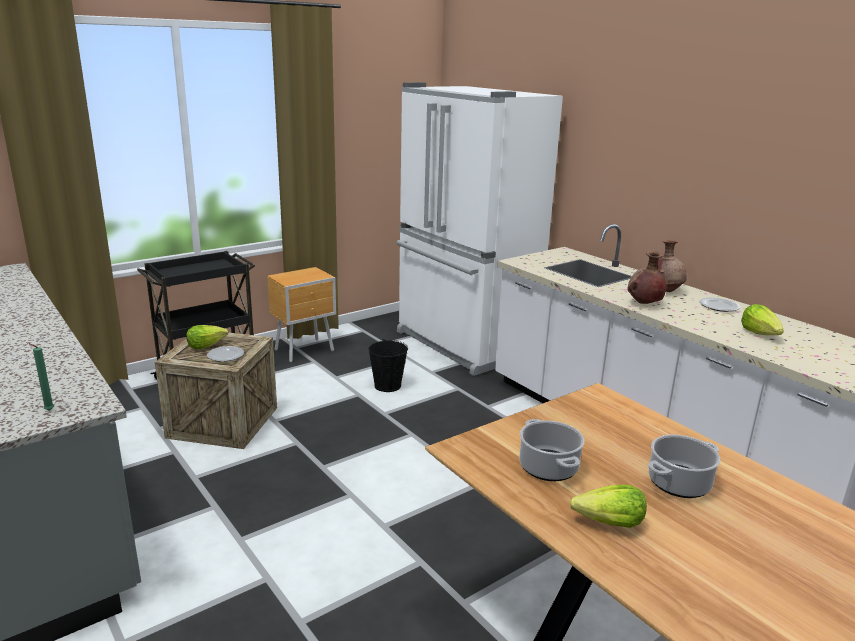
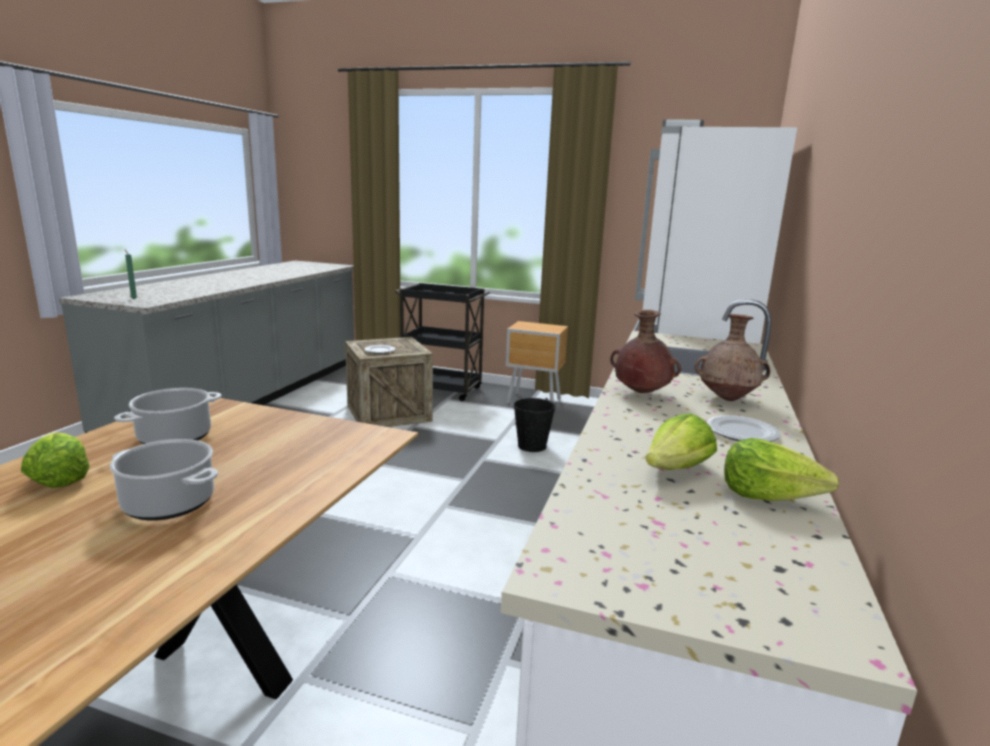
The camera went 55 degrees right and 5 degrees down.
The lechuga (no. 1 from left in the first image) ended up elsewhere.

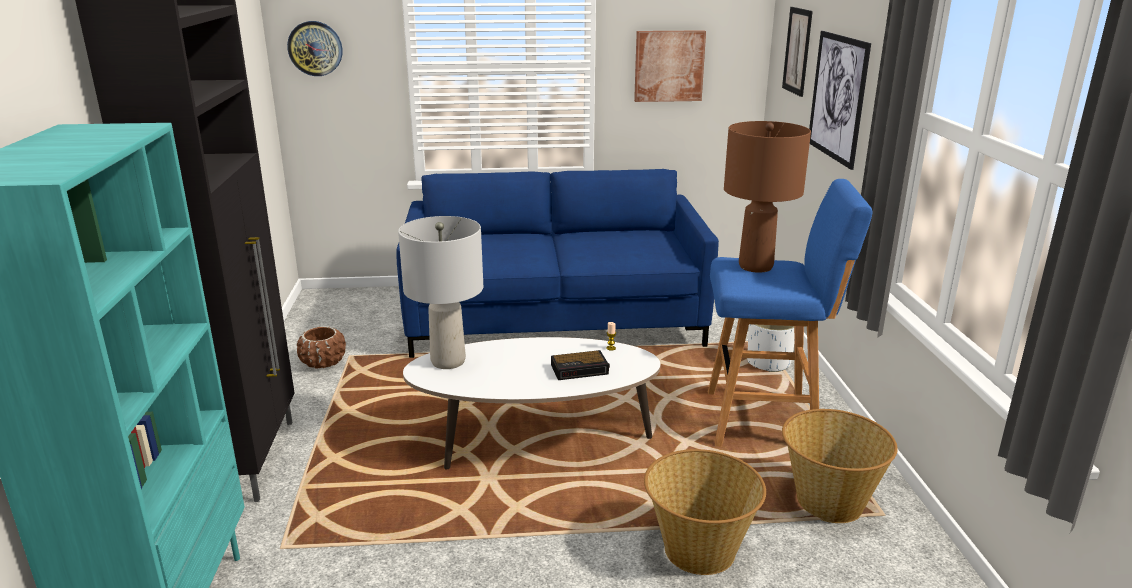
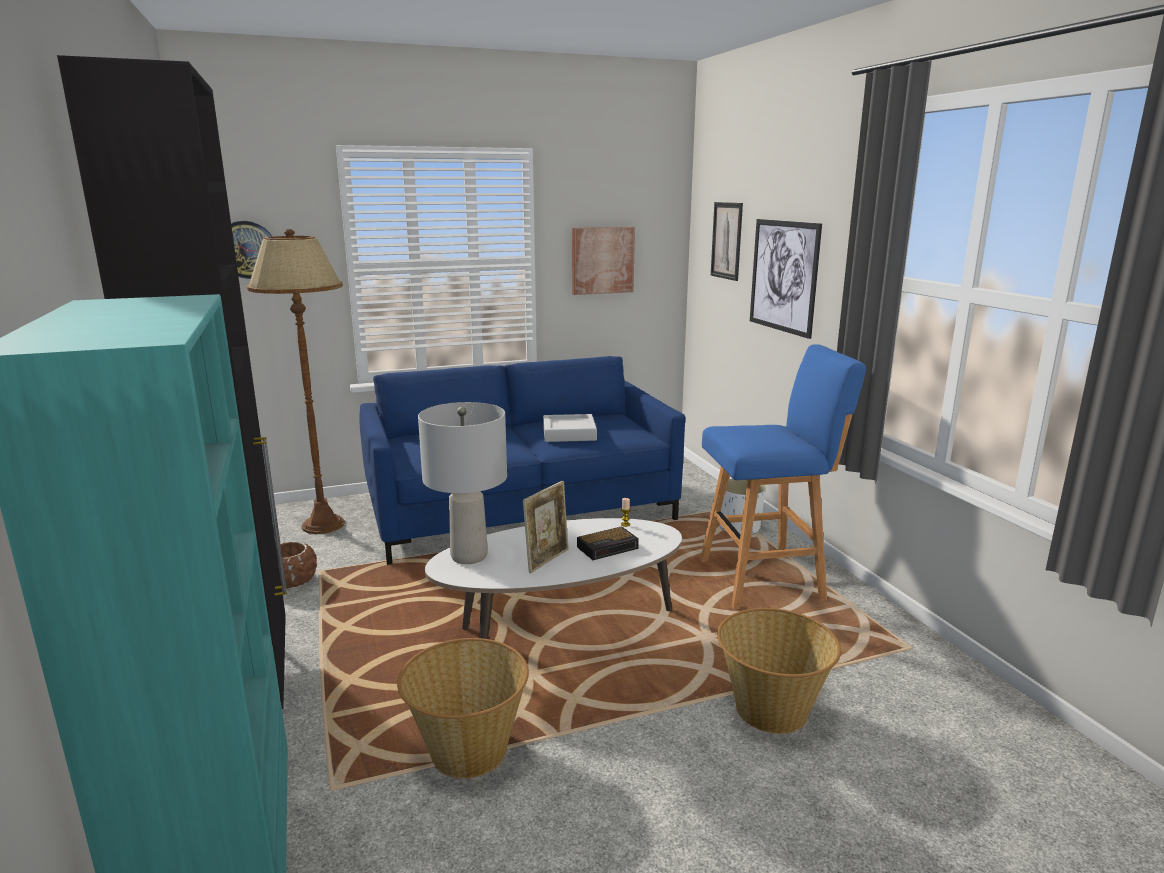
The camera went 15 degrees left and 5 degrees down.
The second view lost the lámpara de mesa [marrón].
The second view gained the lámpara de pie [marrón].
The second view gained the portarretratos.
The second view gained the bandeja [gris].
The cesta (no. 2 from left in the first image) ended up elsewhere.

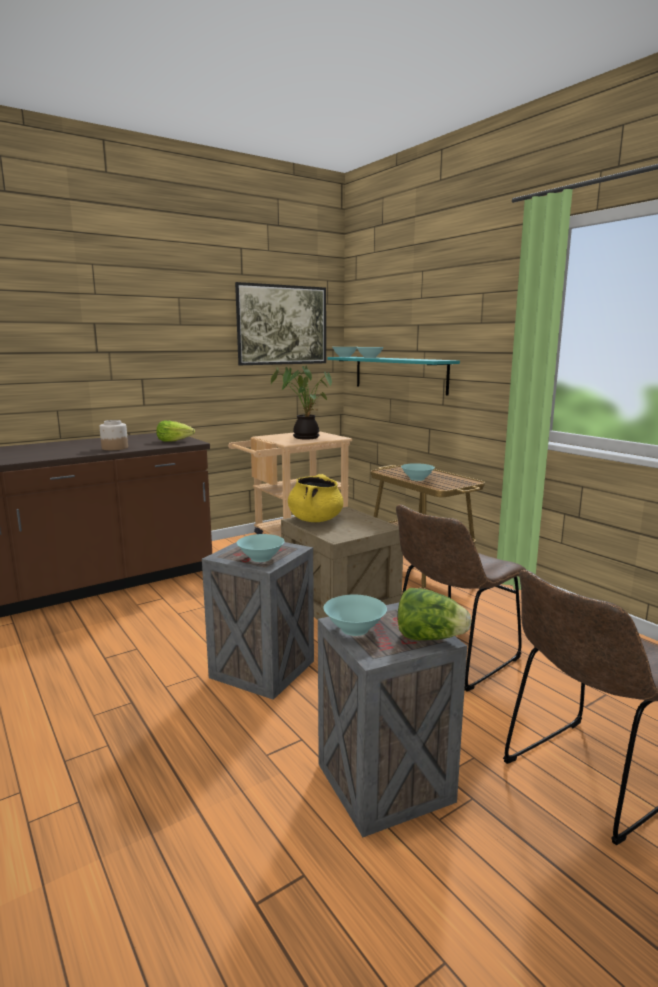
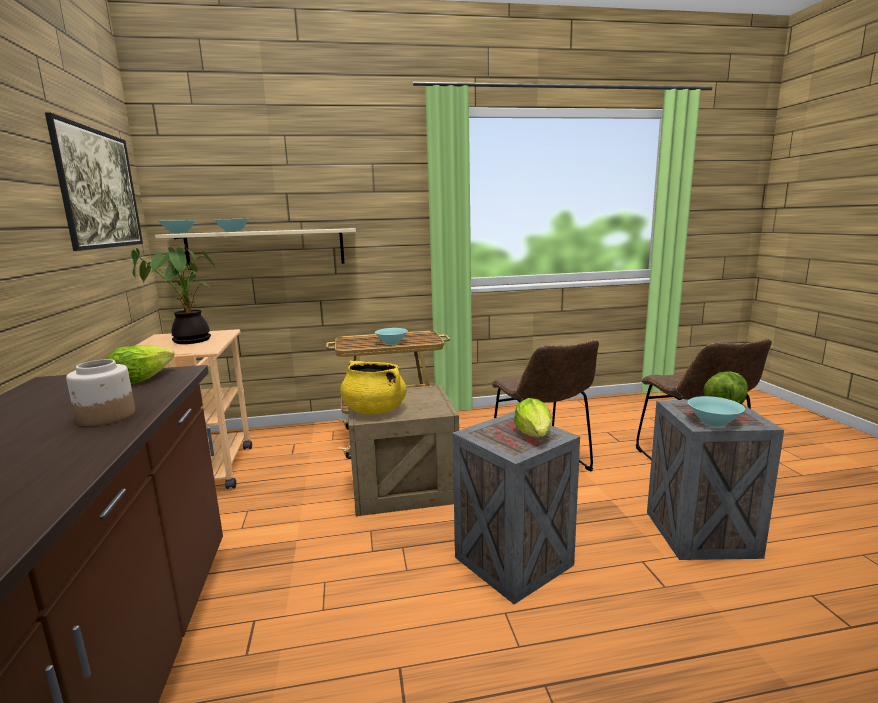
The camera went 65 degrees left and 0 degrees up.
Where the cuenco [turquesa] (no. 1 from left) stood, the lechuga (no. 2 from left) came to stand.
What was the estante [turquesa] turned into the estante [beis].

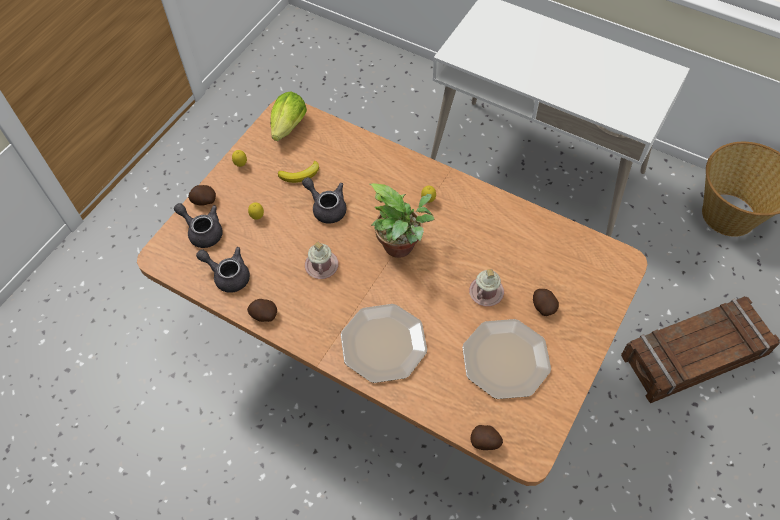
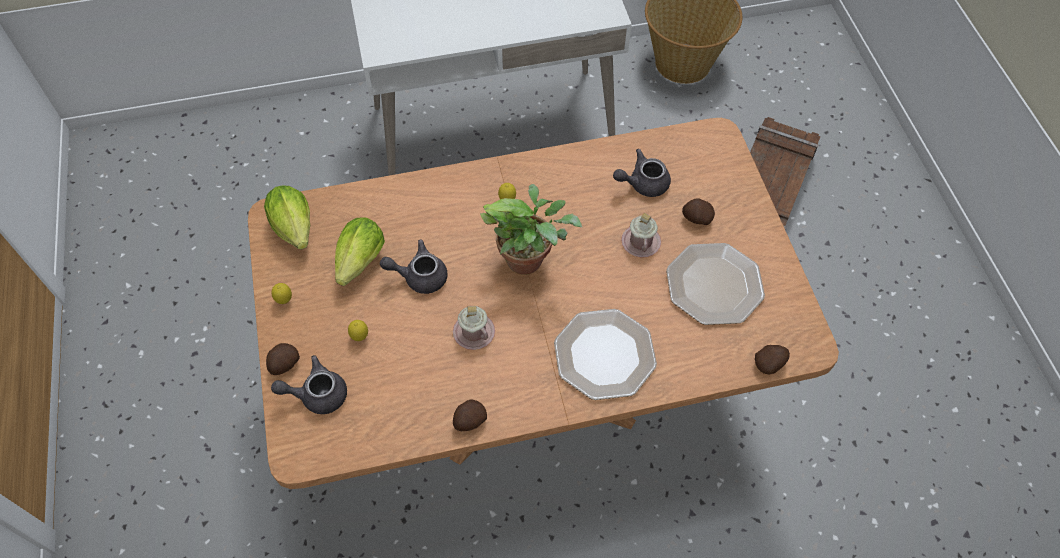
The camera went 45 degrees left and 0 degrees up.
The tetera [gris] (no. 2 from left in the first image) ended up elsewhere.
Where the plátano stood, the lechuga (no. 2 from left) came to stand.

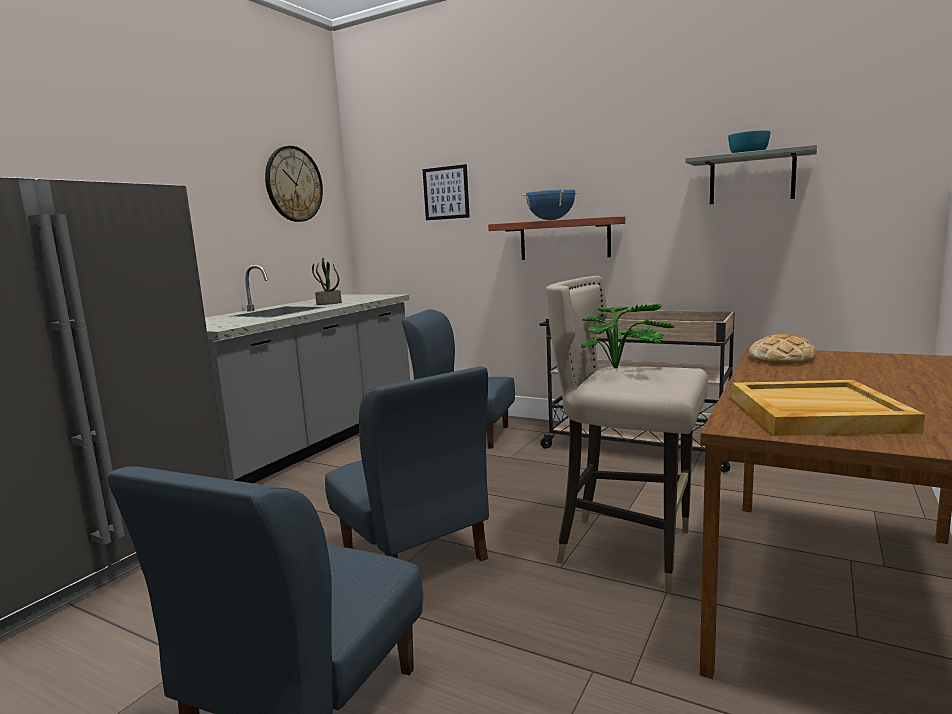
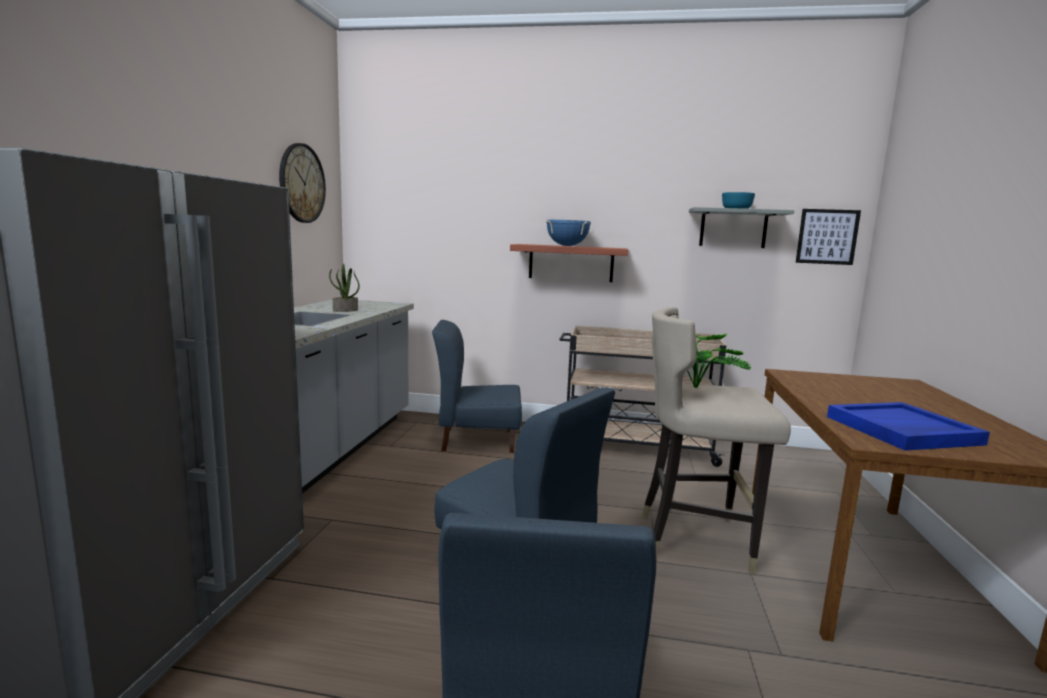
The camera went 20 degrees left and 0 degrees up.
The second view lost the pan.
The cuadro ended up elsewhere.
What was the bandeja [beis] turned into the bandeja [azul].

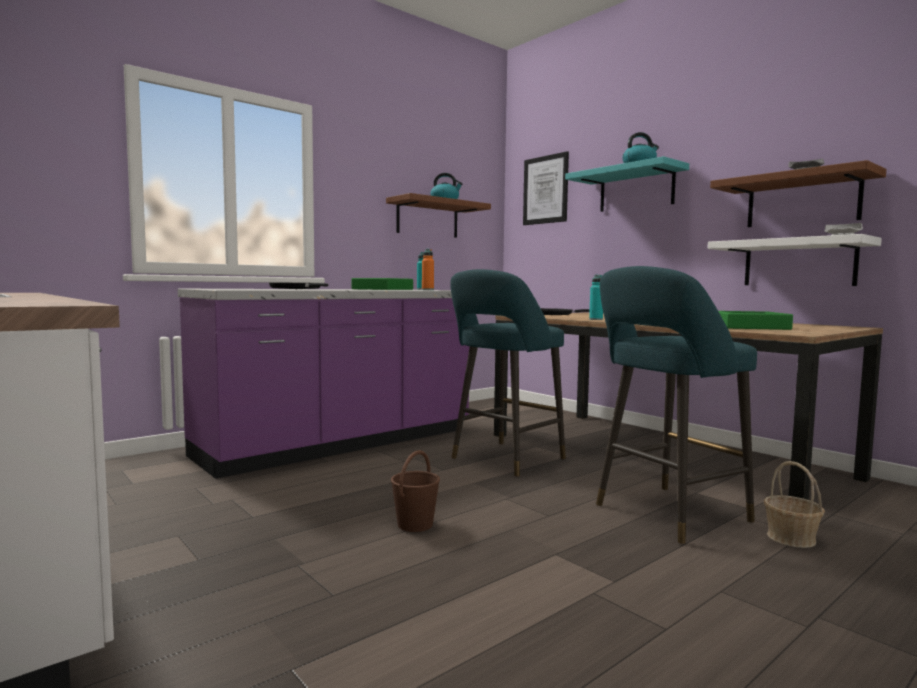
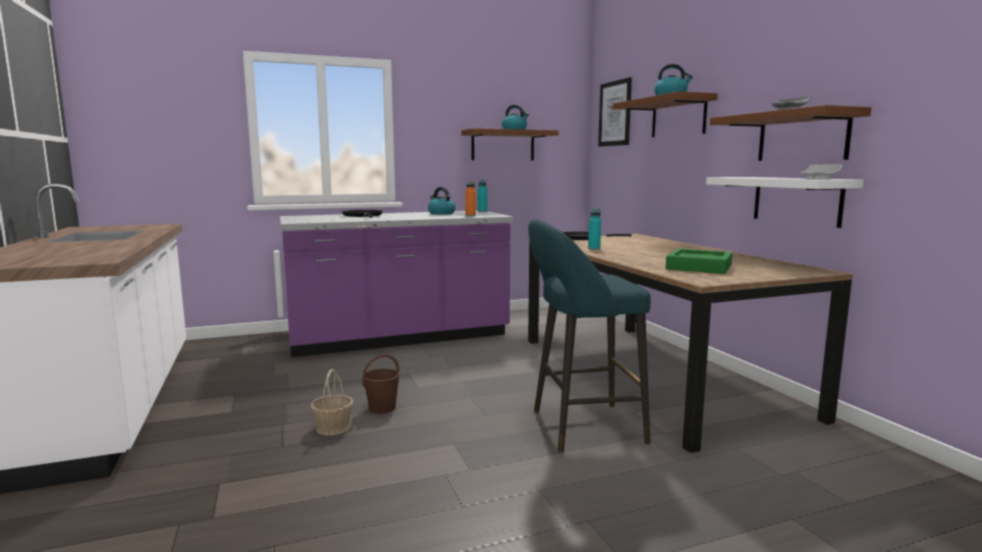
The camera went 20 degrees right and 5 degrees up.
The second view lost the taburete [turquesa] (no. 1 from left).
The cesta ended up elsewhere.
Where the bandeja [verde] (no. 1 from left) stood, the hervidor (no. 1 from left) came to stand.
What was the estante [turquesa] turned into the estante [marrón] (no. 2 from left).

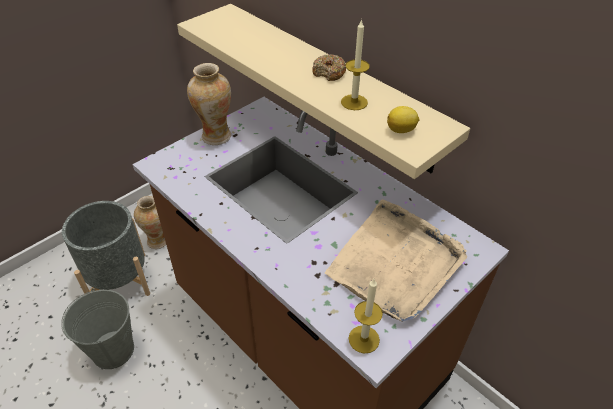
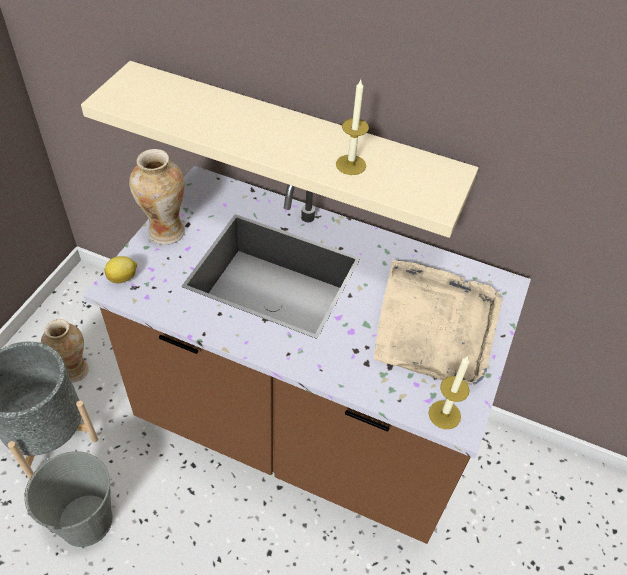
The camera went 25 degrees left and 5 degrees up.
The second view lost the rosquilla.
The limón ended up elsewhere.

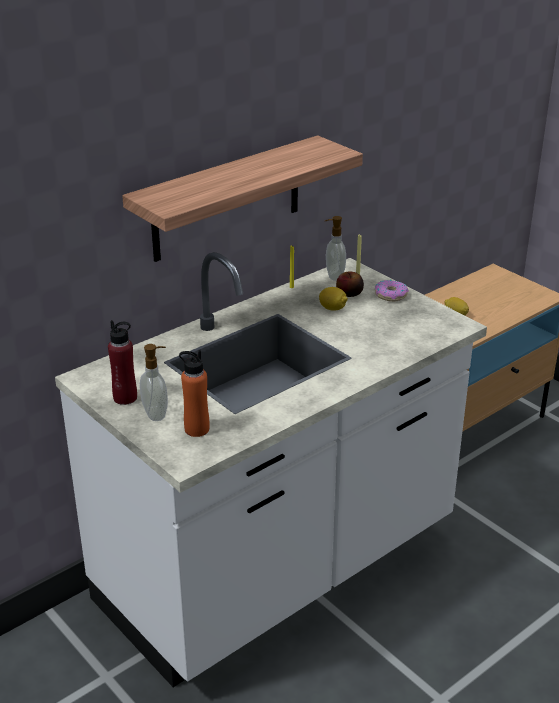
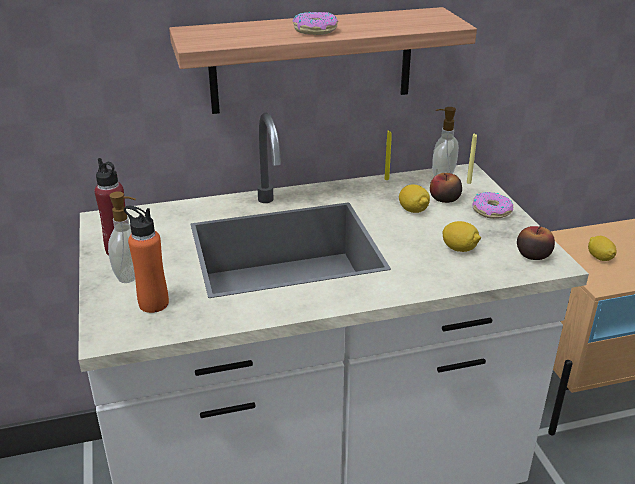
The camera went 25 degrees right and 0 degrees up.
The second view gained the rosquilla (no. 1 from left).
The second view gained the limón (no. 2 from left).
The second view gained the manzana (no. 2 from left).

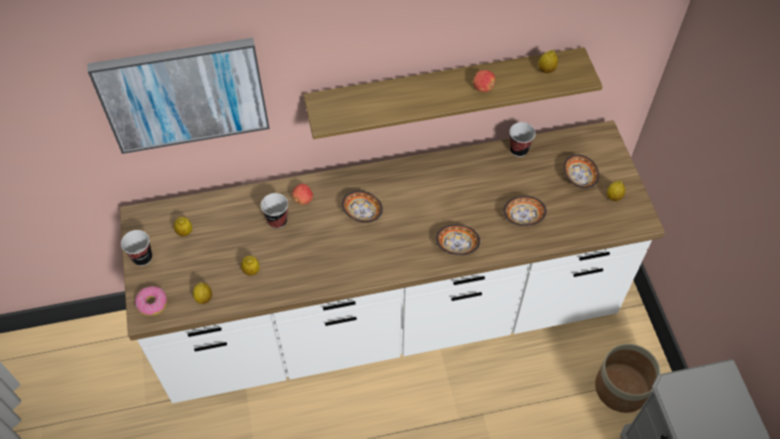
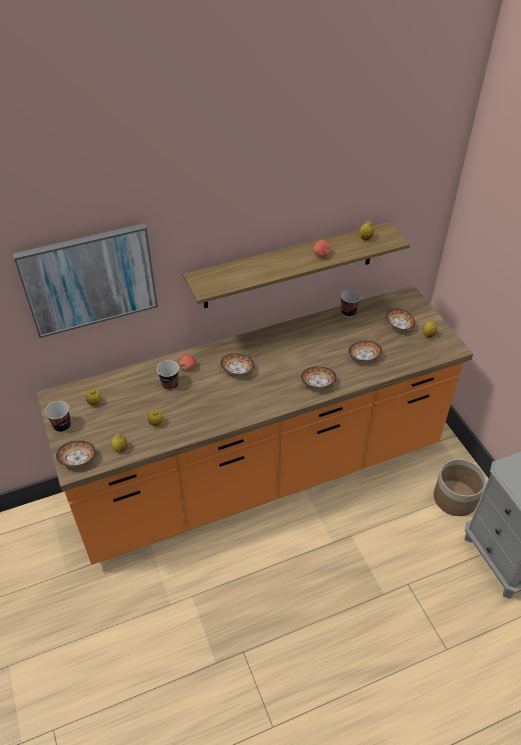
The camera went 10 degrees left and 10 degrees down.
Where the rosquilla stood, the cuenco (no. 1 from left) came to stand.
What was the mueble bajo de cocina [blanco] turned into the mueble bajo de cocina [naranja].

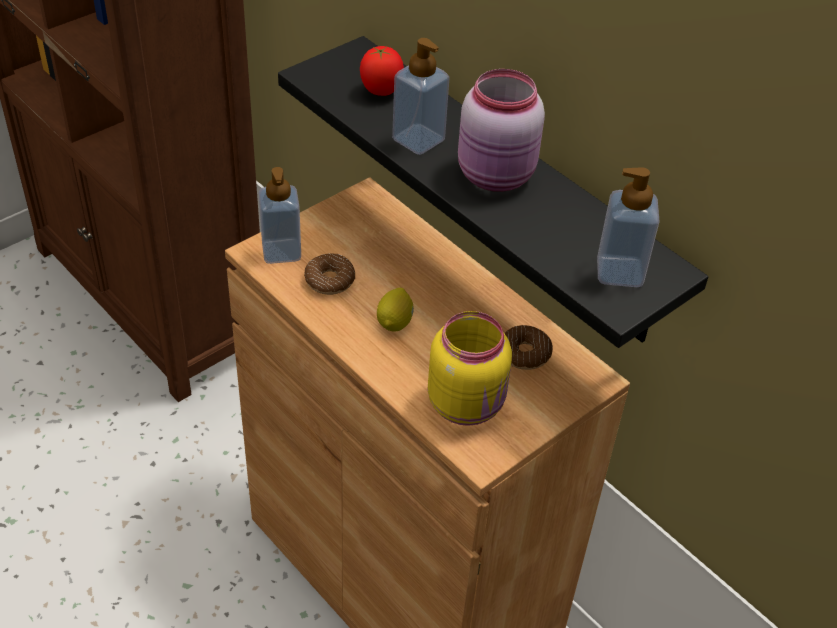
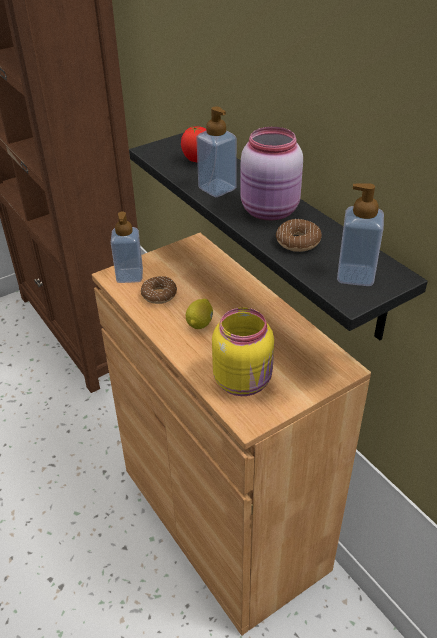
The camera went 10 degrees right and 5 degrees down.
The rosquilla (no. 2 from left) ended up elsewhere.

